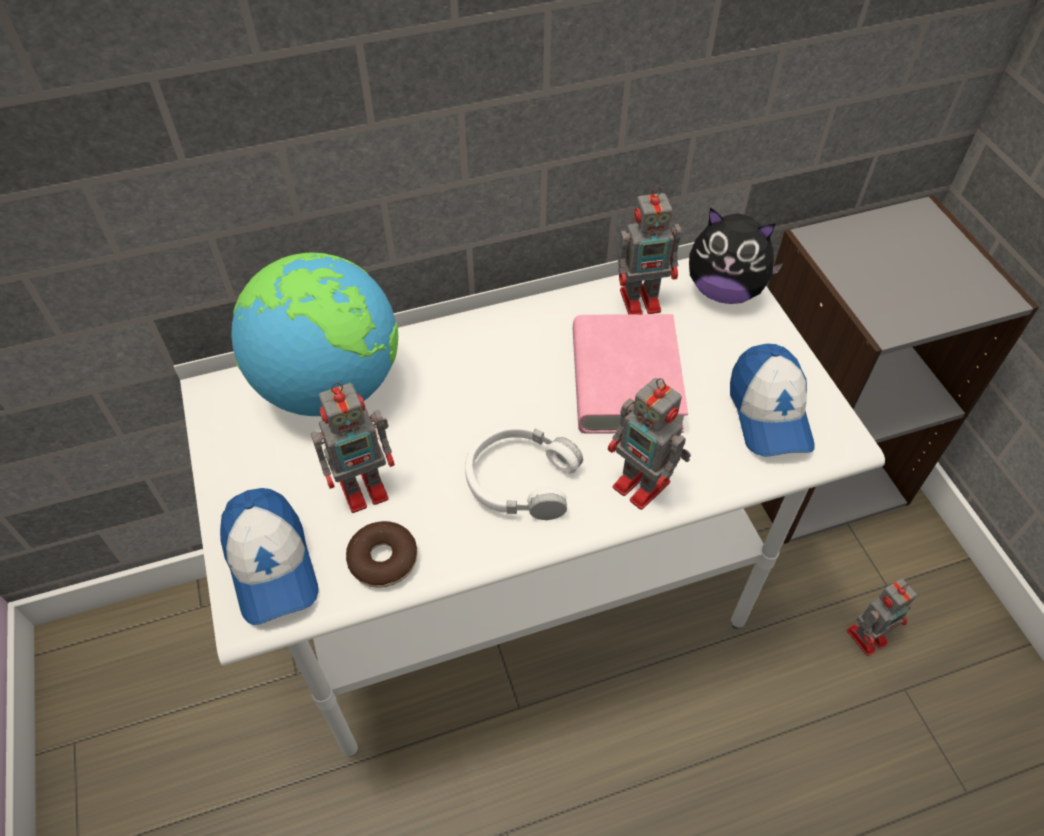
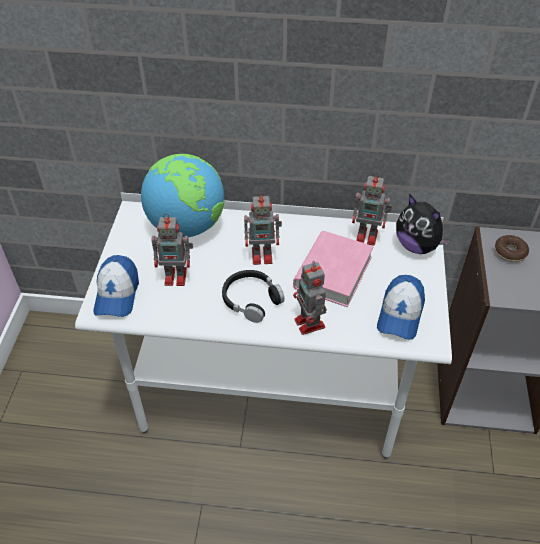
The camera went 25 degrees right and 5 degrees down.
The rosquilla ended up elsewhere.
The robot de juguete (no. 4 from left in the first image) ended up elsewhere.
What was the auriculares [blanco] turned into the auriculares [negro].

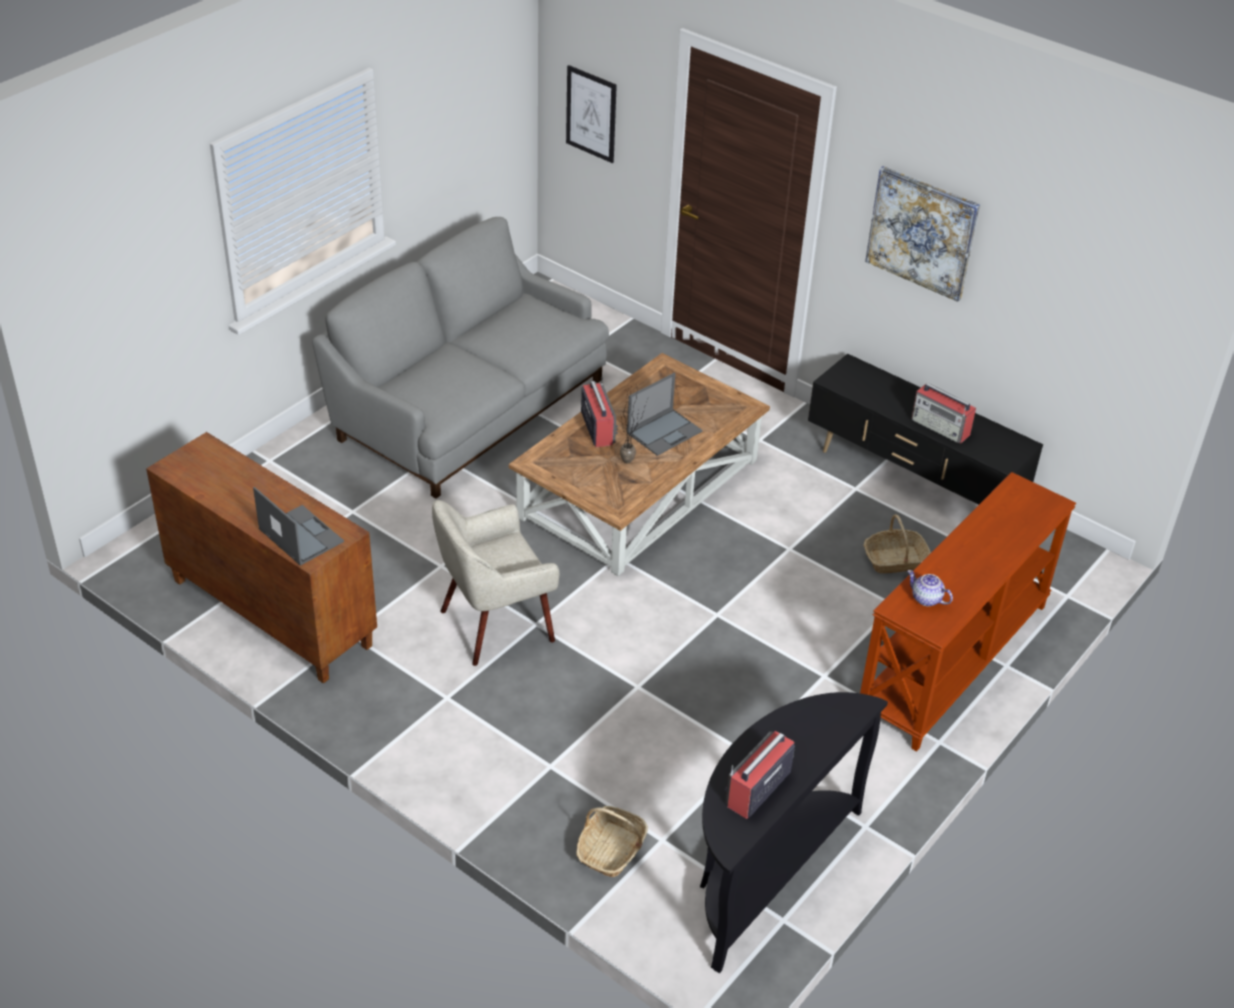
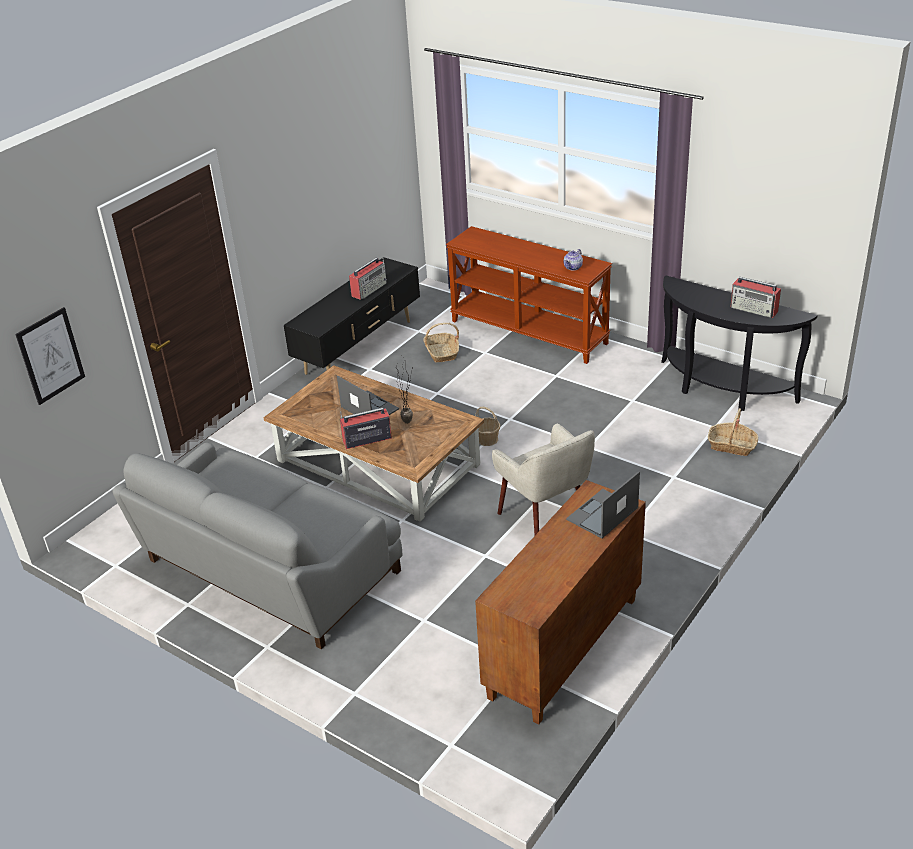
The camera went 90 degrees left and 5 degrees down.
The second view lost the cuadro (no. 2 from left).
The second view gained the cesta (no. 2 from left).

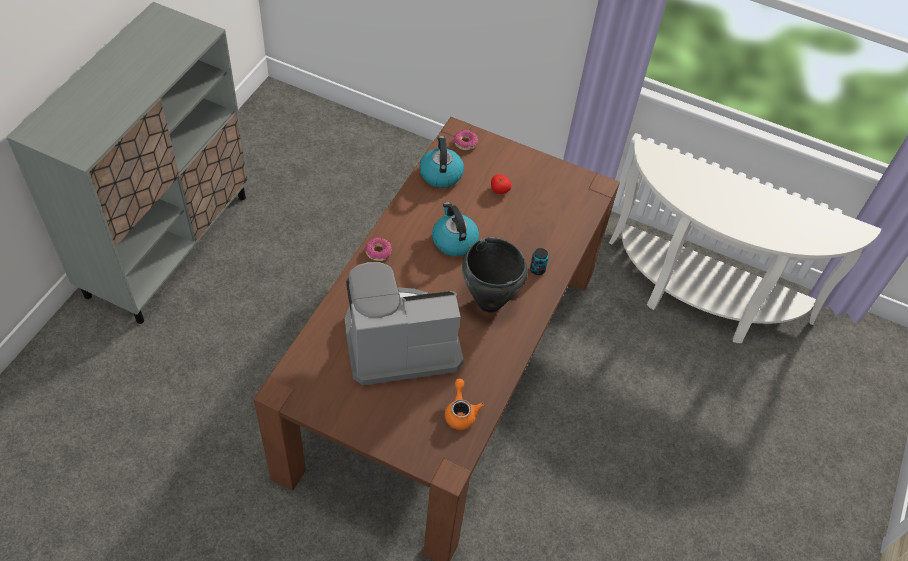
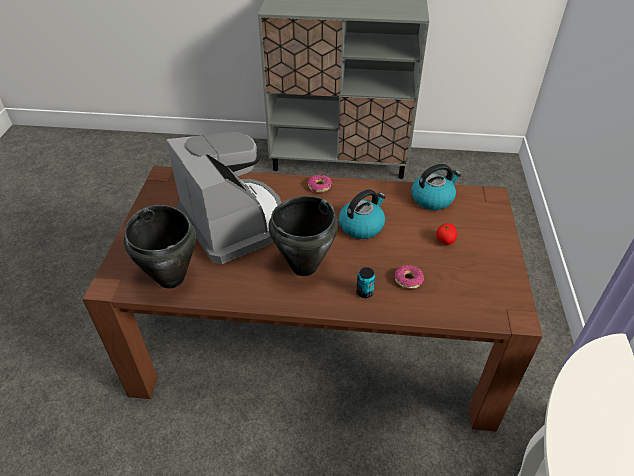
The camera went 75 degrees right and 10 degrees down.
The rosquilla (no. 2 from left) ended up elsewhere.
Where the tetera [naranja] stood, the olla [negro] (no. 1 from left) came to stand.

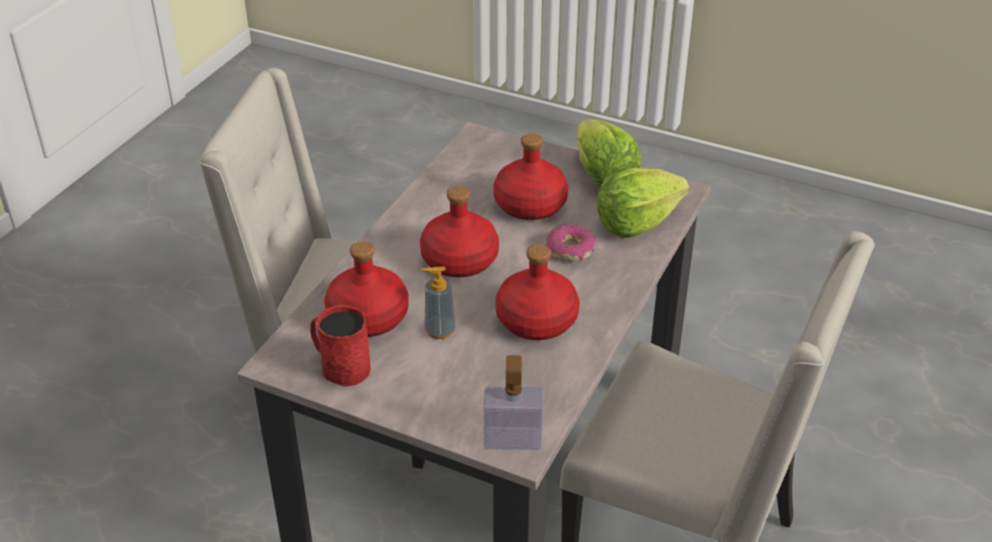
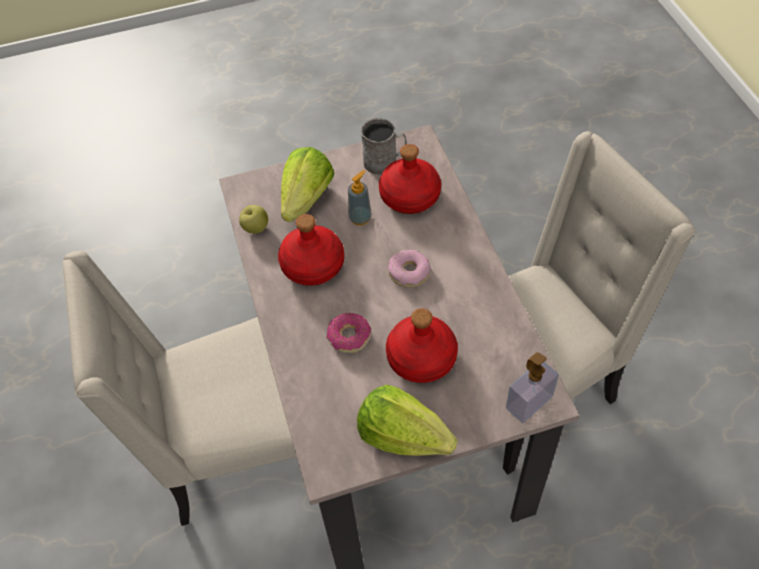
The camera went 140 degrees right and 15 degrees up.
The second view gained the manzana.
The dispensador de jabón (no. 2 from left) ended up elsewhere.
The lechuga (no. 2 from left in the first image) ended up elsewhere.
Where the botella [rojo] (no. 2 from left) stood, the rosquilla (no. 2 from left) came to stand.
What was the taza grande [rojo] turned into the taza grande [gris].

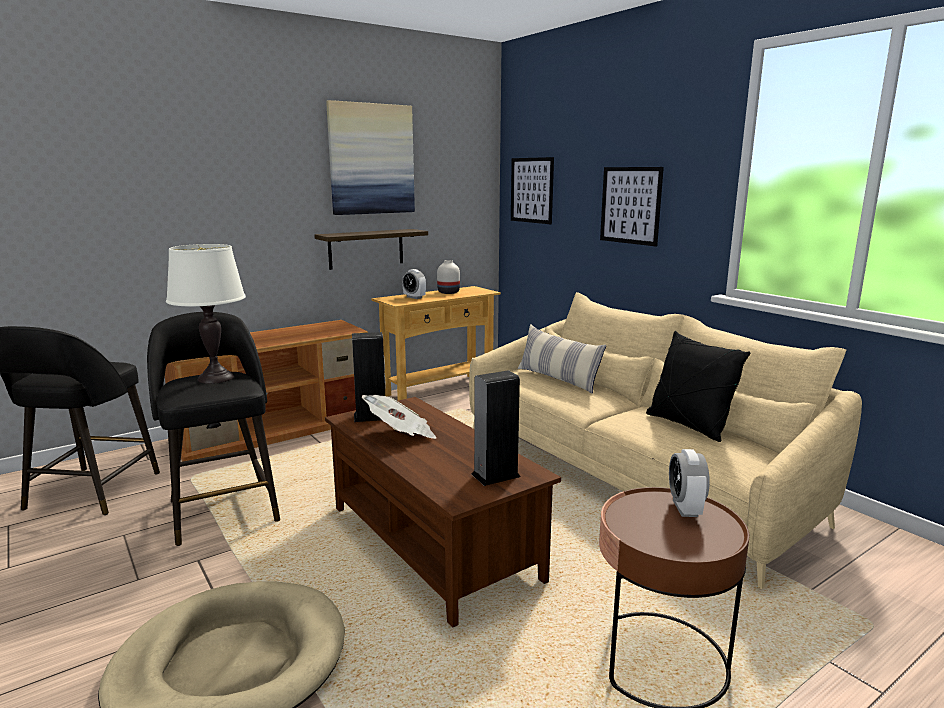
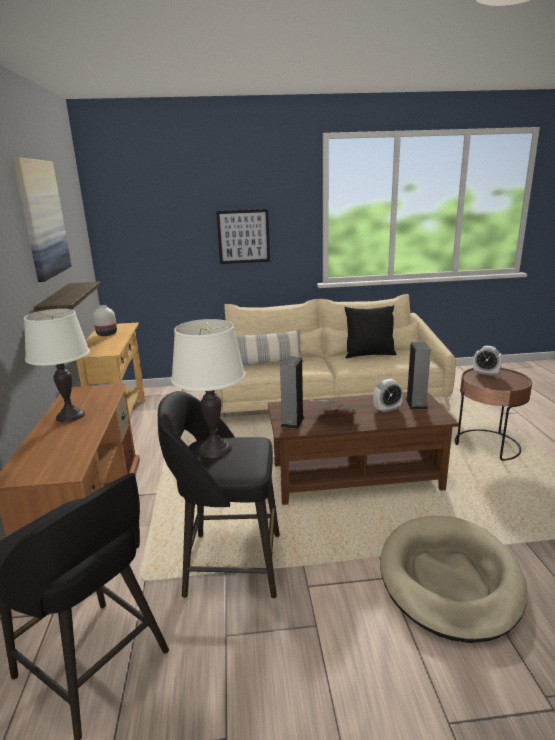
The camera went 60 degrees left and 5 degrees up.
The second view lost the cuadro (no. 2 from left).
The second view gained the lámpara de mesa [blanco] (no. 1 from left).
The despertador (no. 1 from left) ended up elsewhere.

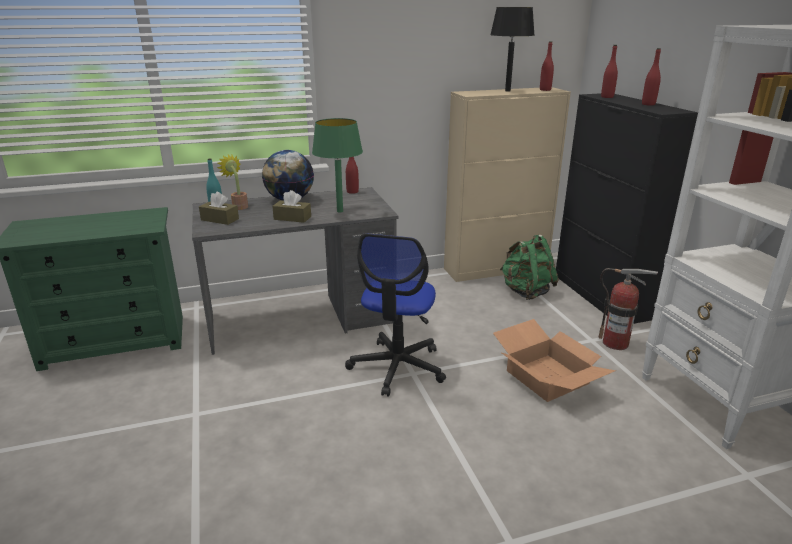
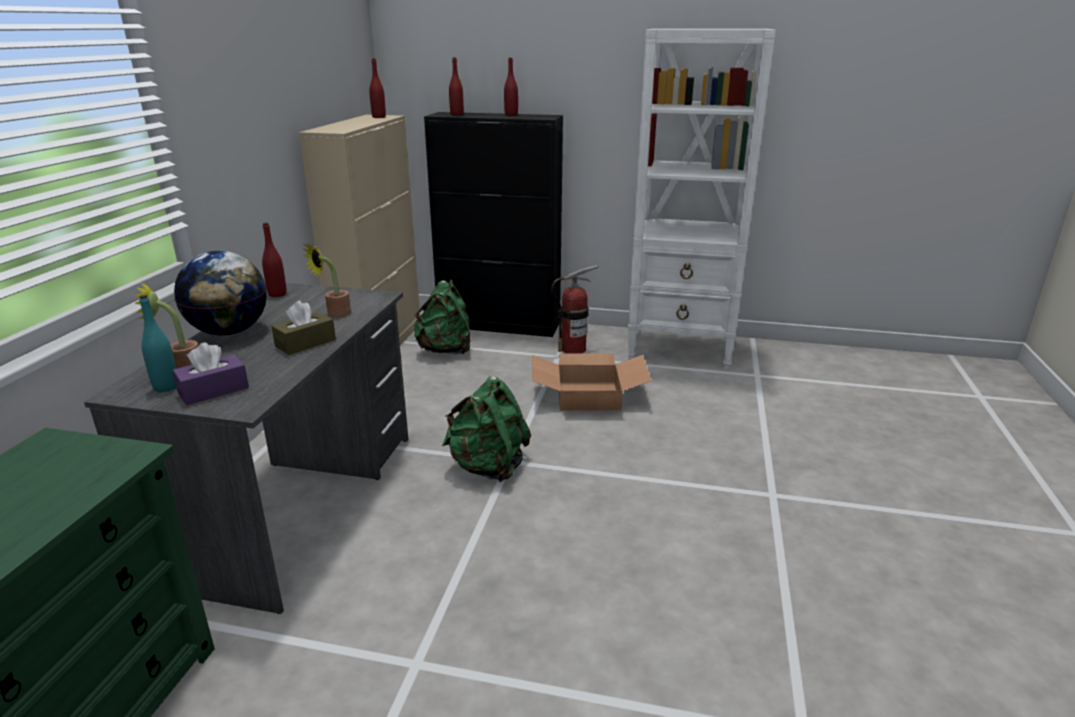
The camera went 60 degrees left and 0 degrees up.
The second view lost the lámpara de mesa [negro].
Where the lámpara de mesa [verde] stood, the planta en maceta (no. 2 from left) came to stand.
Where the silla de oficina stood, the mochila [verde] (no. 2 from left) came to stand.
What was the caja de pañuelos [marrón] (no. 1 from left) turned into the caja de pañuelos [morado].

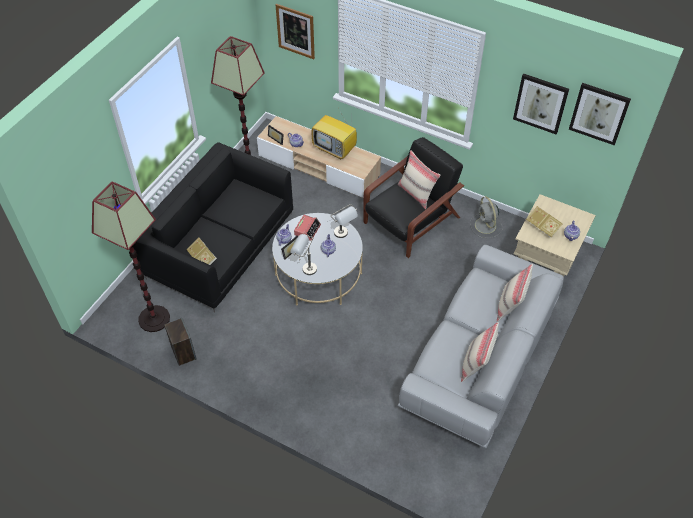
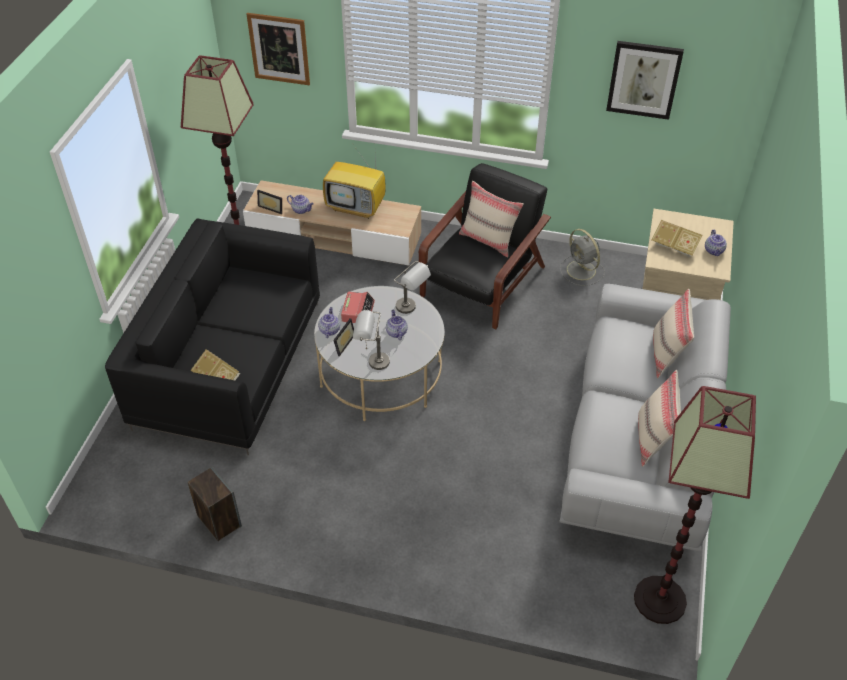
The camera went 15 degrees left and 5 degrees down.
The second view lost the cuadro (no. 3 from left).
The lámpara de pie (no. 1 from left in the first image) ended up elsewhere.

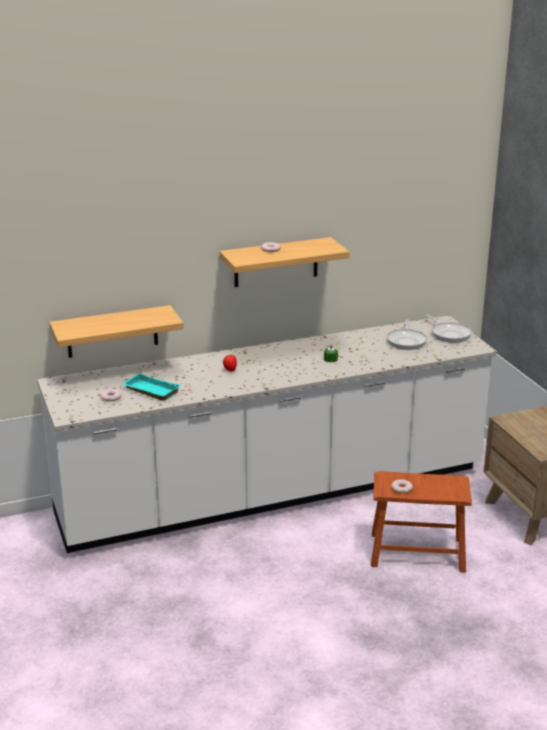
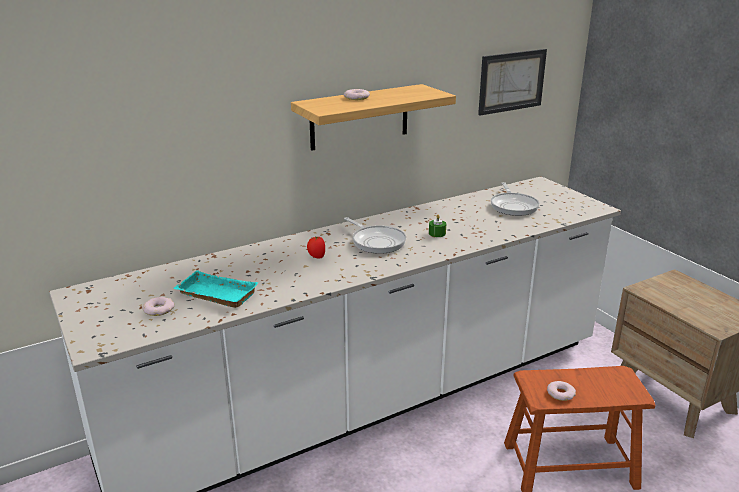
The camera went 10 degrees left and 0 degrees up.
The second view lost the estante (no. 1 from left).
The second view gained the cuadro.
The sartén (no. 2 from left in the first image) ended up elsewhere.

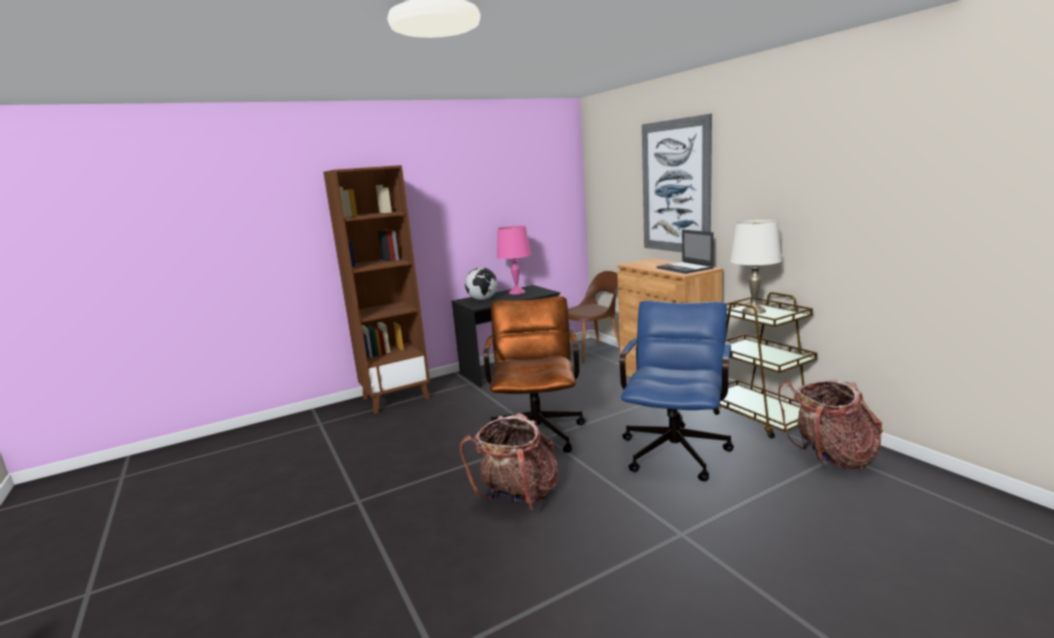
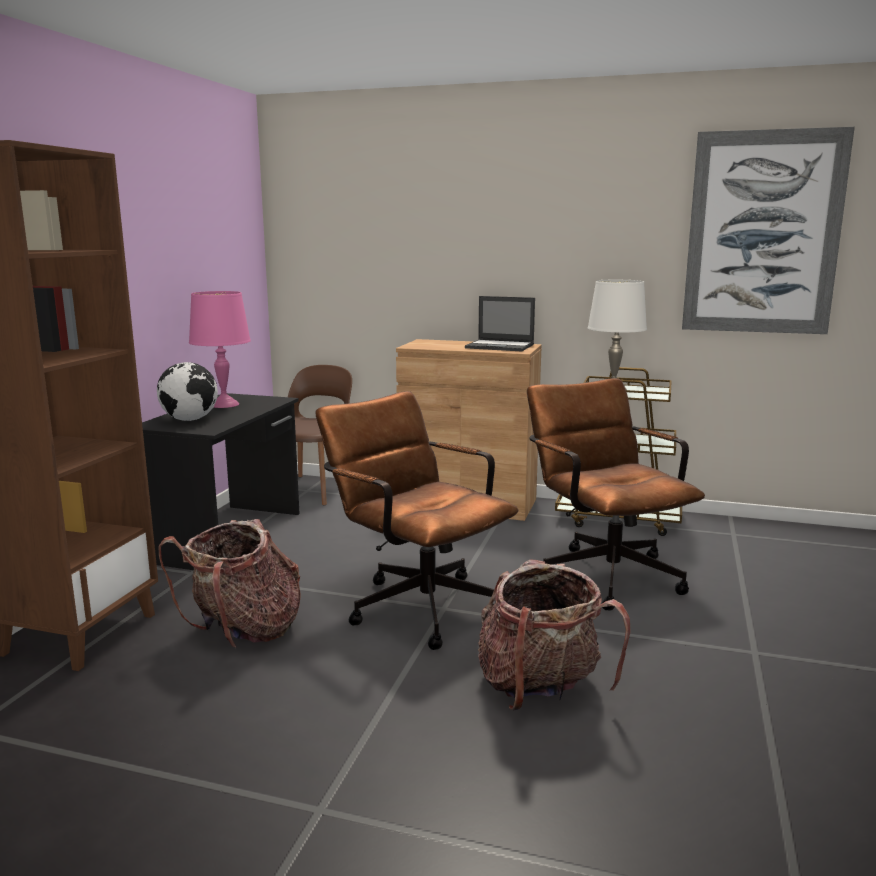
The camera went 45 degrees left and 0 degrees up.
The cuadro ended up elsewhere.
The mochila (no. 2 from left in the first image) ended up elsewhere.
What was the silla de oficina [azul] turned into the silla de oficina [marrón] (no. 2 from left).

